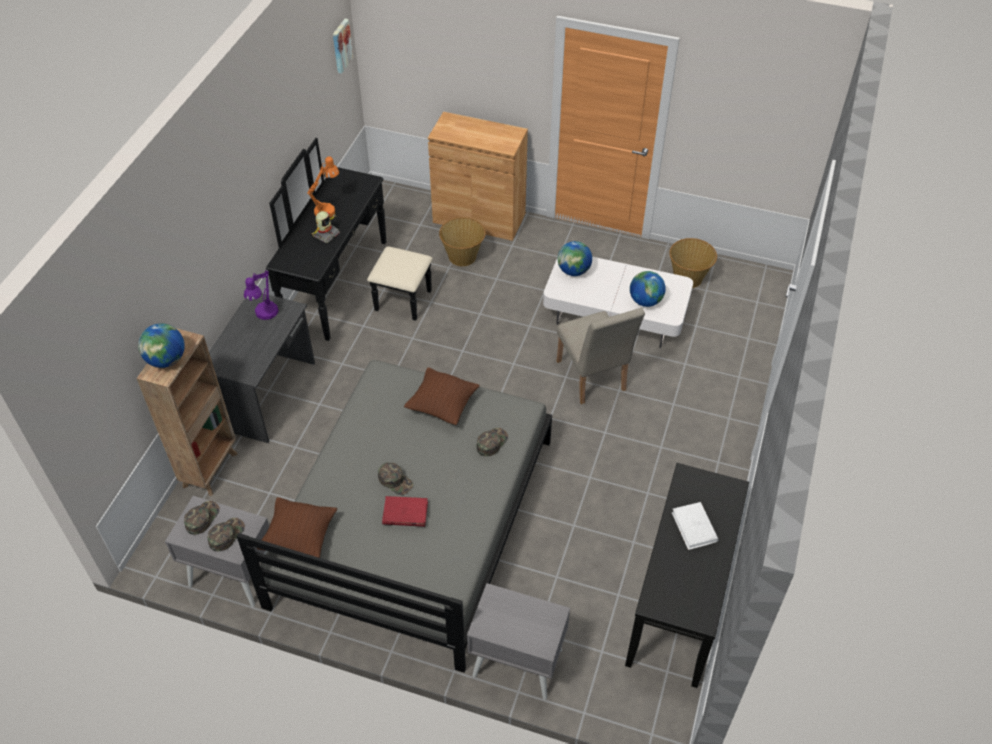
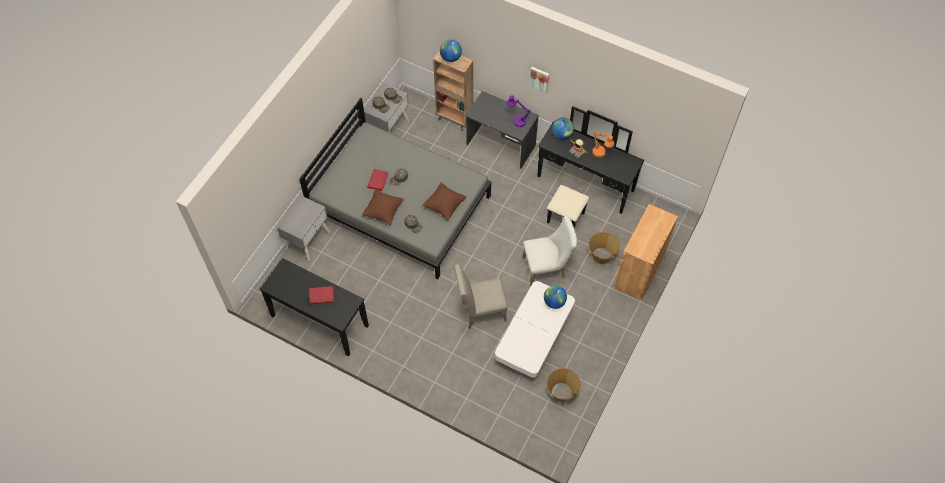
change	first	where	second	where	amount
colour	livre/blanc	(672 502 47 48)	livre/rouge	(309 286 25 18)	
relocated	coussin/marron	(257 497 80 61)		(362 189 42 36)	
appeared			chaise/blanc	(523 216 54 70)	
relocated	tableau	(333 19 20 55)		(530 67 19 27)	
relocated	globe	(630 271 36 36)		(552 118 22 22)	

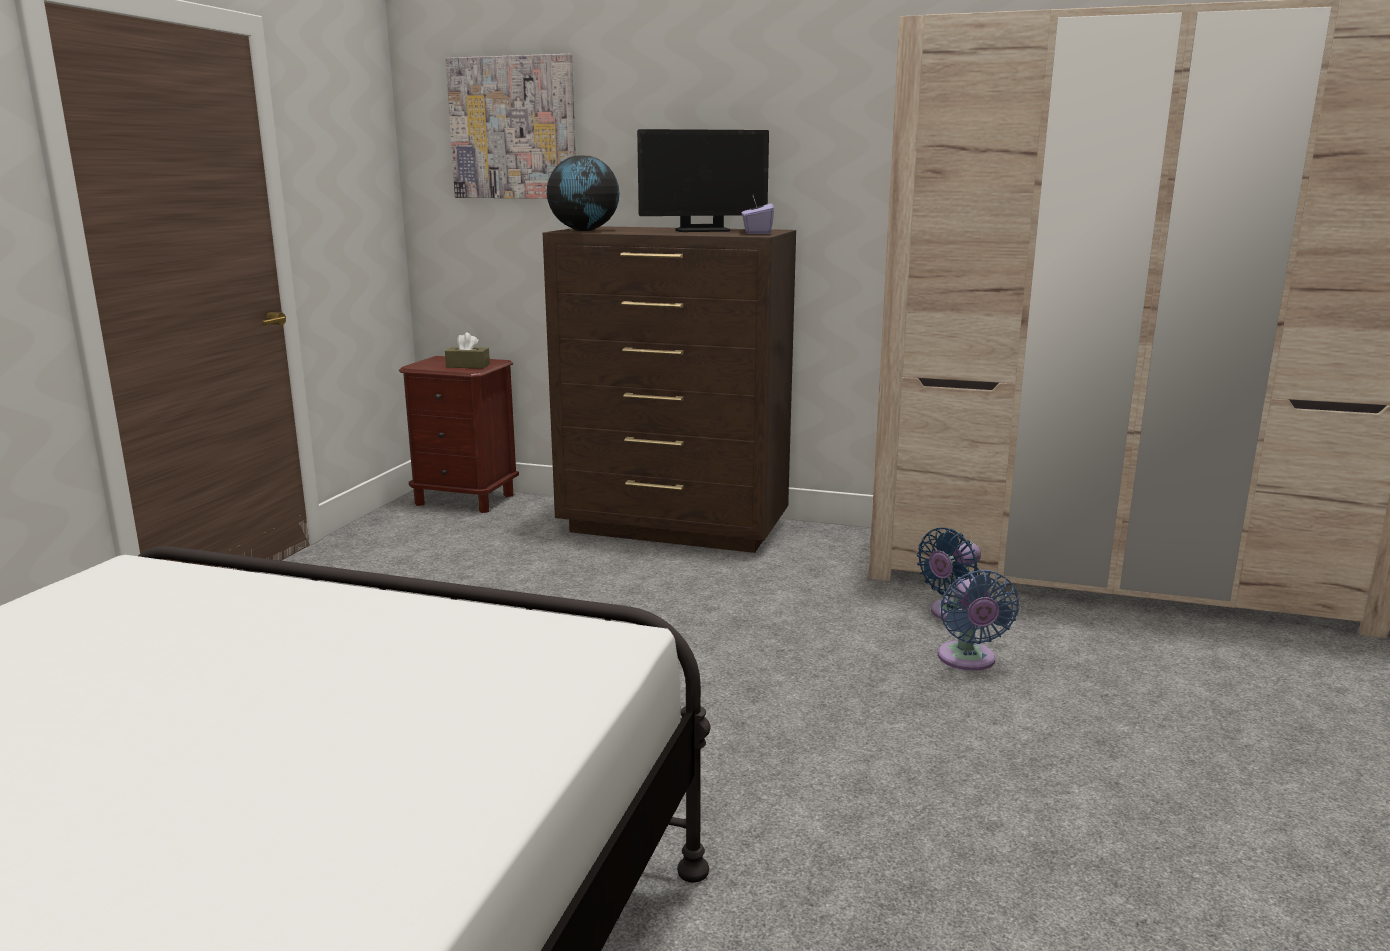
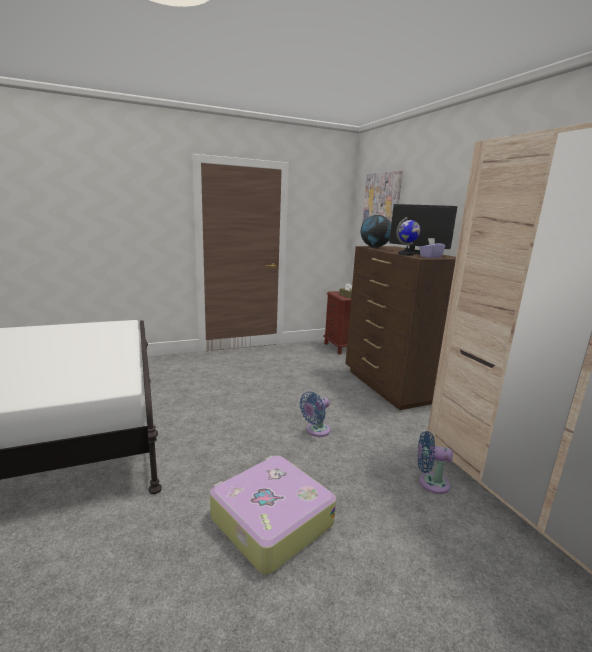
change	first	where	second	where	amount
appeared			valise	(210 456 126 119)	
relocated	ventilateur/bleu	(938 570 81 101)		(299 391 32 46)	
appeared			globe	(396 217 25 39)	

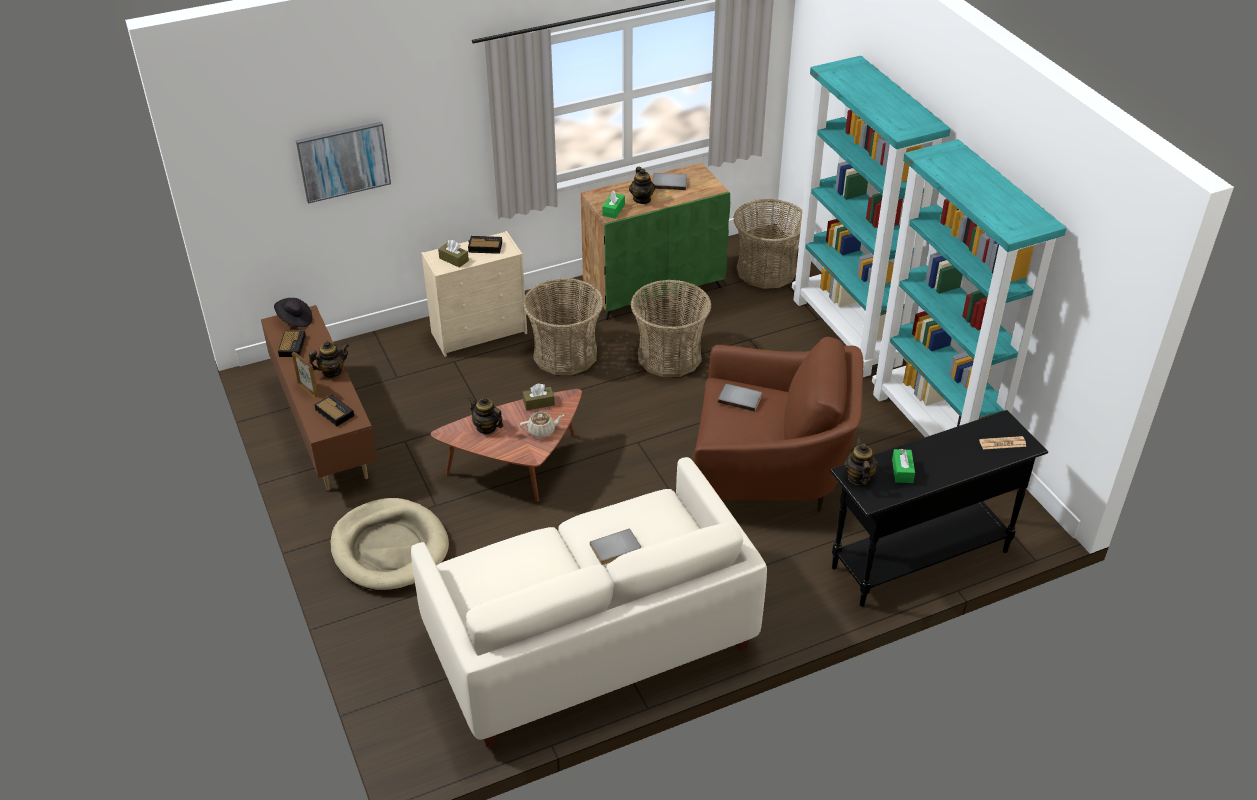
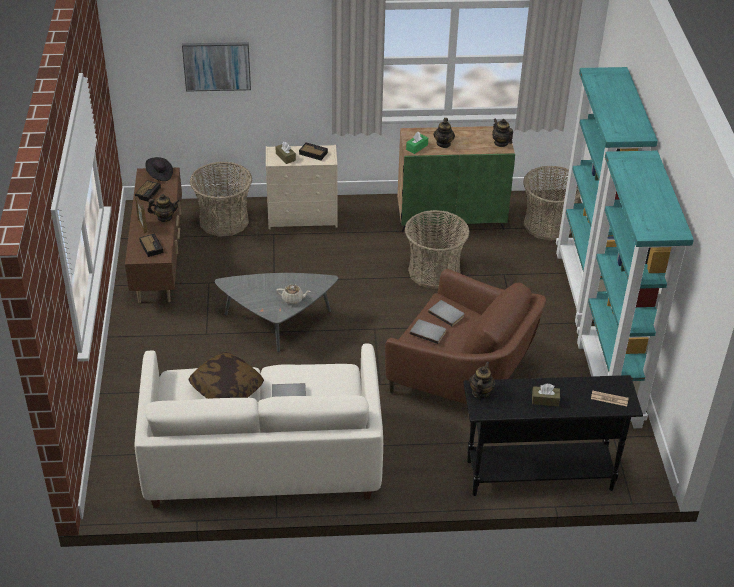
change	first	where	second	where	amount
appeared			coussin	(188 352 76 47)	
relocated	panier	(523 278 81 97)		(190 162 62 75)	
colour	table basse/marron	(431 389 151 113)	table basse/gris	(215 273 123 79)	
relocated	livre/gris	(652 173 35 17)		(410 319 36 25)	
relocated	théière	(468 397 35 37)		(492 118 21 29)	
relocated	boîte à mouchoirs/marron	(523 383 32 27)		(532 384 28 22)	
missing	panier pour chien/beige	(330 498 119 93)			
missing	boîte à mouchoirs/vert	(892 449 23 34)			

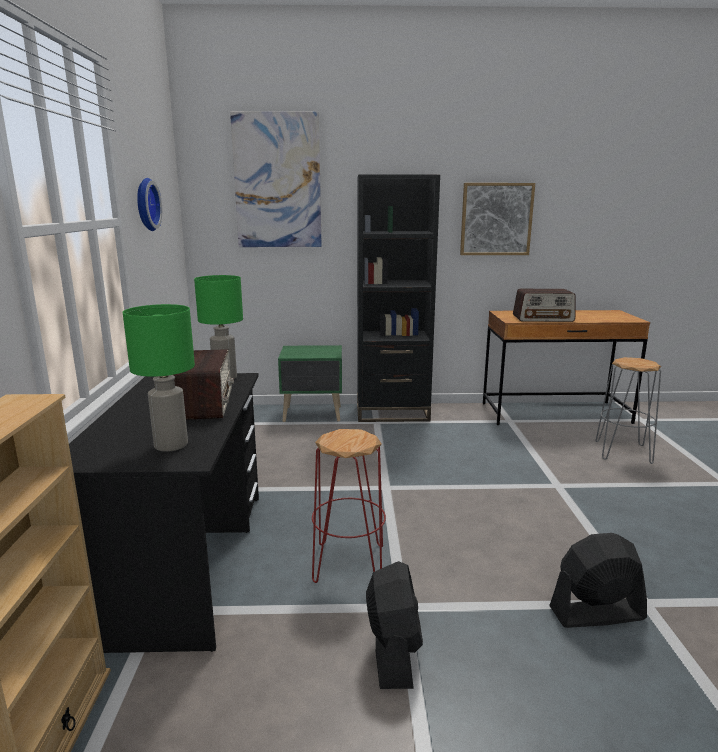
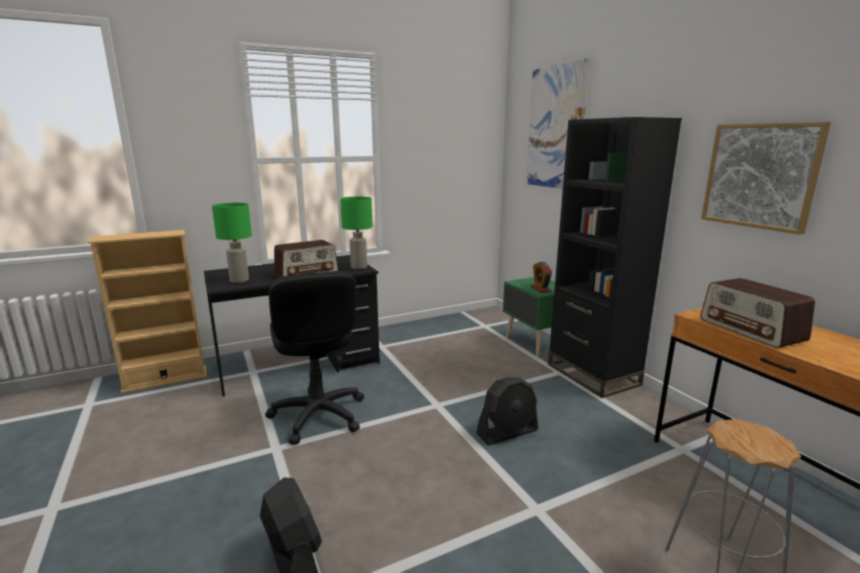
change	first	where	second	where	amount
exchanged	tabouret/rouge	(312 429 74 154)	chaise de bureau/noir	(265 271 99 174)	
relocated	ventilateur/noir	(366 561 57 128)		(476 377 62 68)	
appeared			réveil	(531 262 21 31)	
missing	horloge murale	(137 178 25 53)			

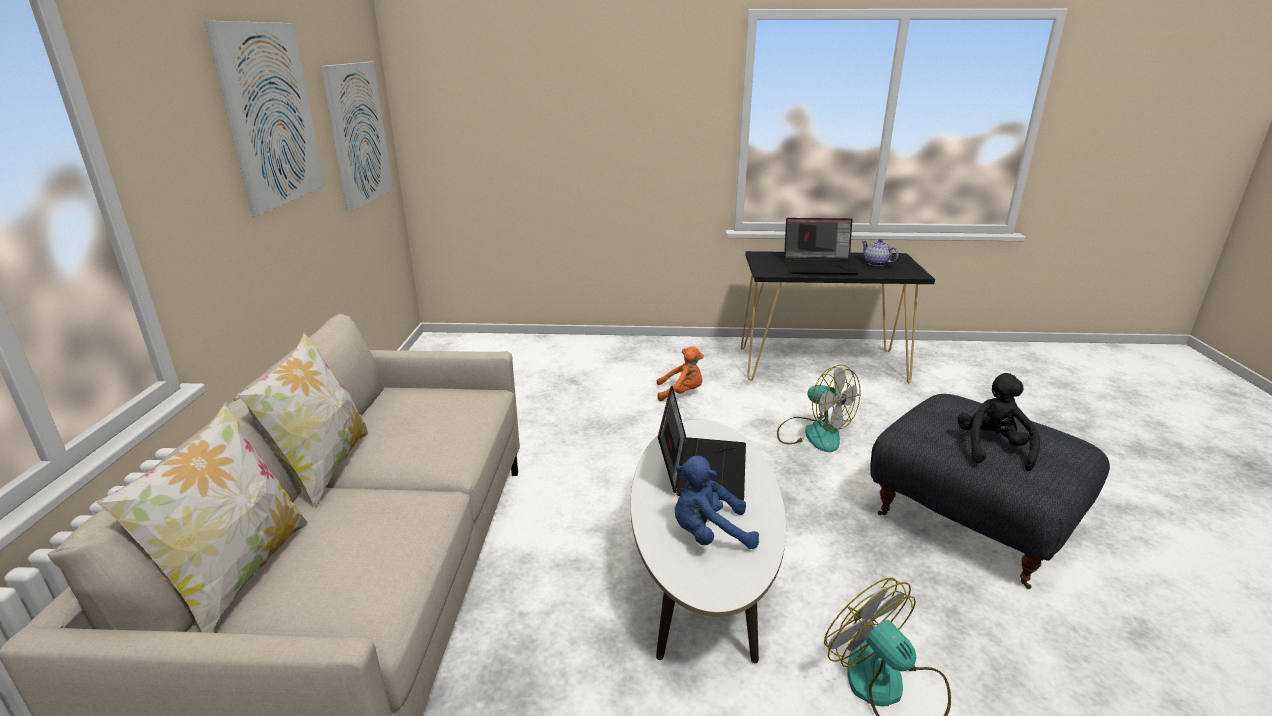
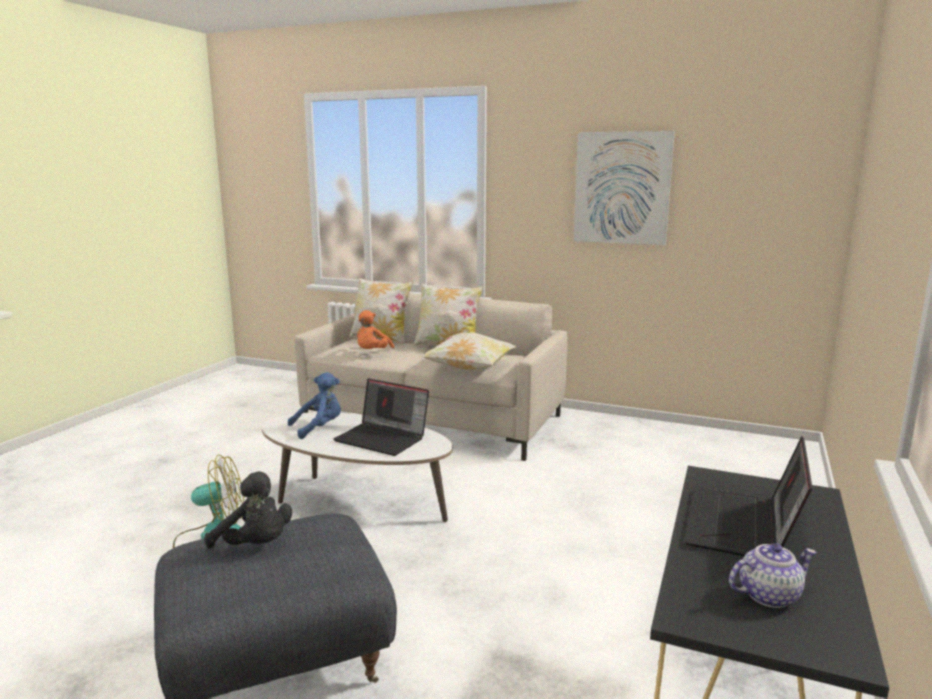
change	first	where	second	where	amount
spun	peluche/bleu	(675 456 84 93)		(288 372 53 67)	45 degrees clockwise
relocated	peluche/orange	(657 346 47 55)		(357 310 37 39)	
appeared			coussin	(421 332 96 38)	
missing	tableau	(321 62 72 151)			
missing	ventilateur	(777 365 83 87)			

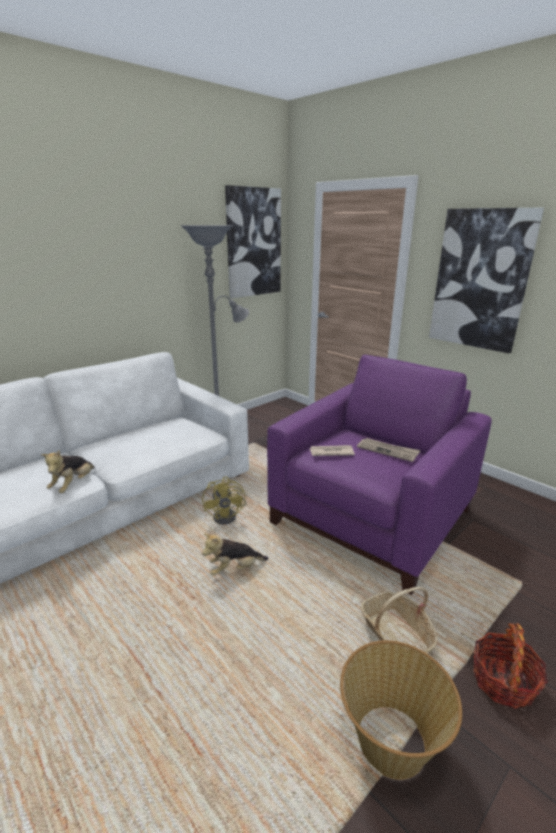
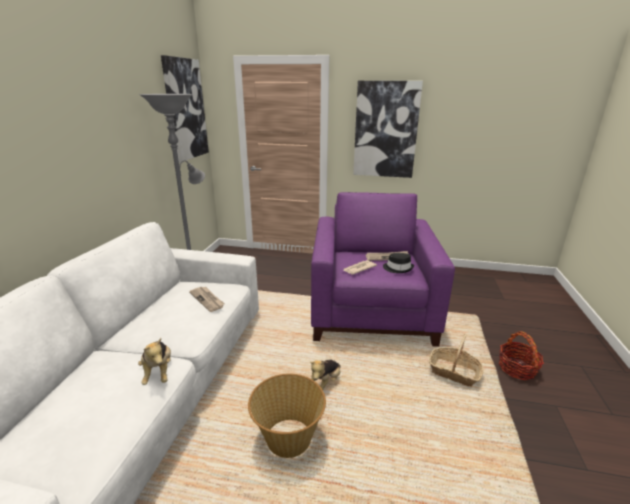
change	first	where	second	where	amount
appeared			journal	(189 287 36 25)	
relocated	panier	(340 640 122 140)		(248 374 78 84)	
appeared			chapeau/noir	(383 253 31 20)	
missing	ventilateur/jaune	(202 476 45 48)			

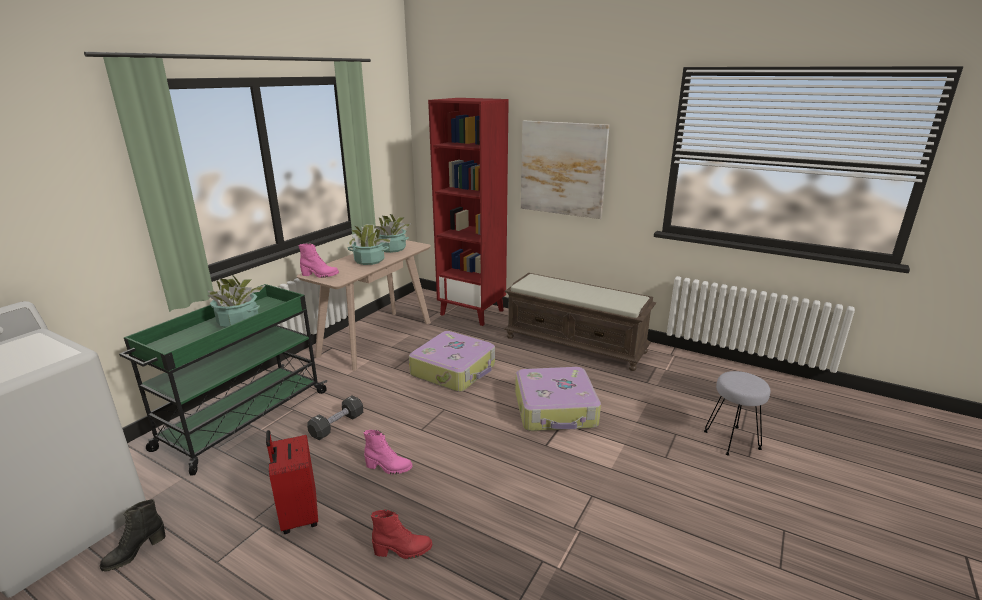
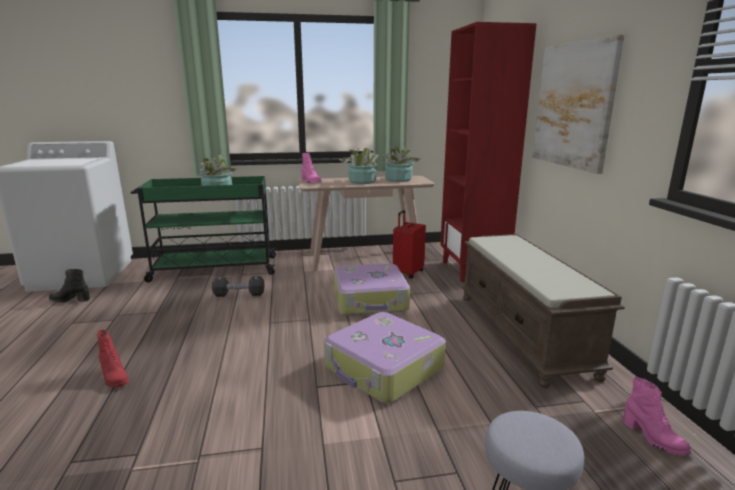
change	first	where	second	where	amount
relocated	valise/rouge	(266 430 52 104)		(393 210 33 69)	
relocated	botte/rose	(364 430 49 45)		(623 377 68 79)	

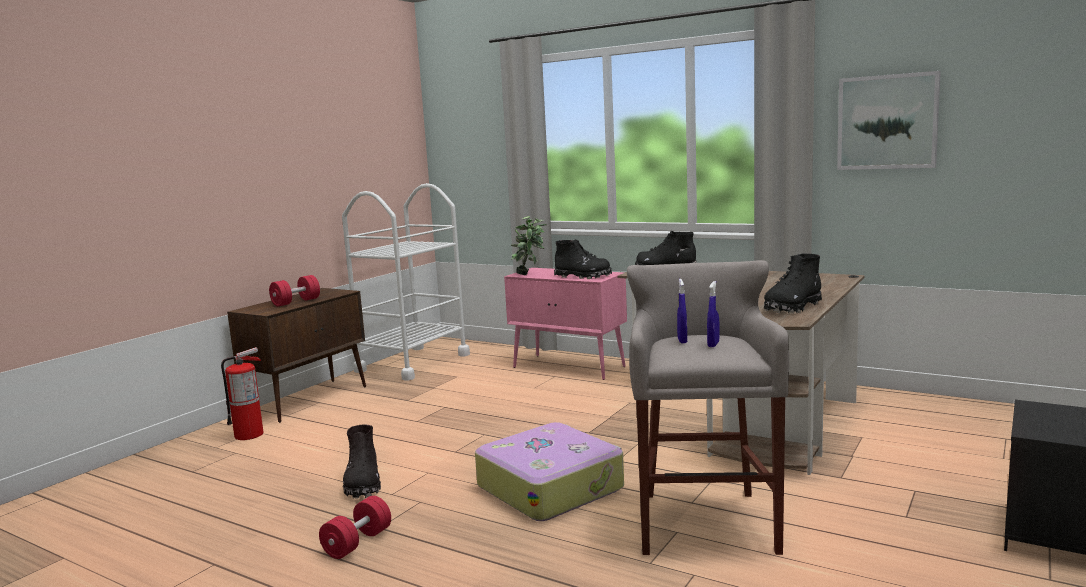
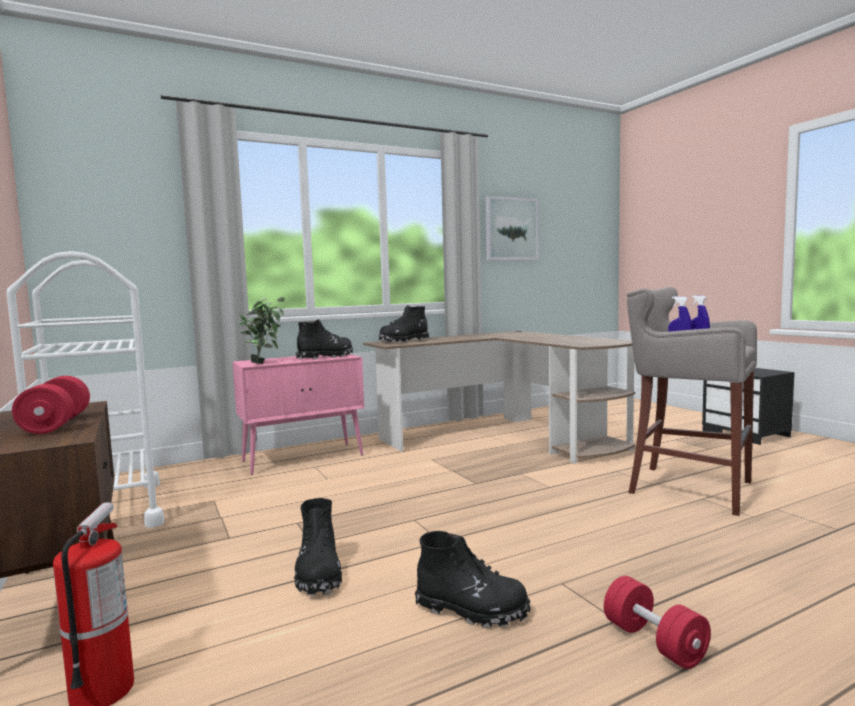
change	first	where	second	where	amount
relocated	botte/noir	(764 254 58 59)		(294 498 48 98)	
missing	valise	(475 422 149 99)			

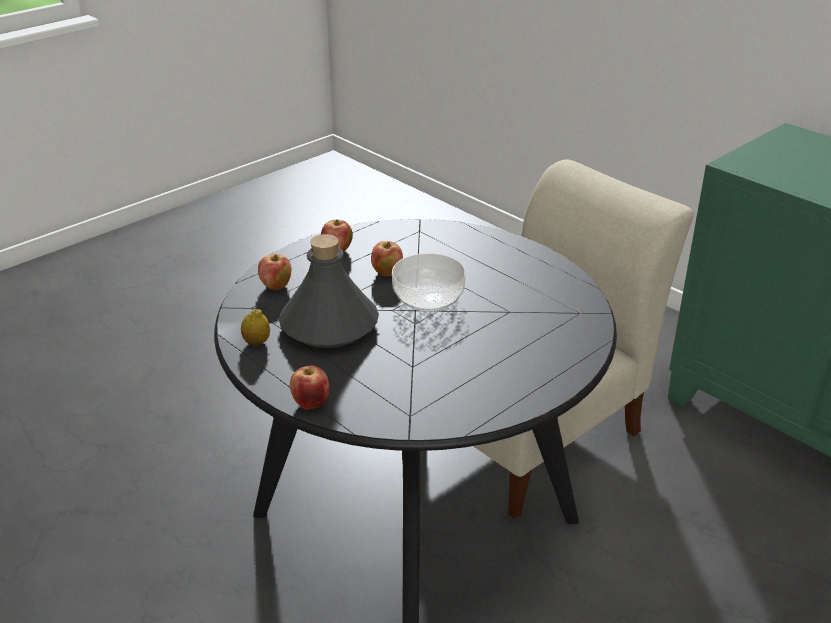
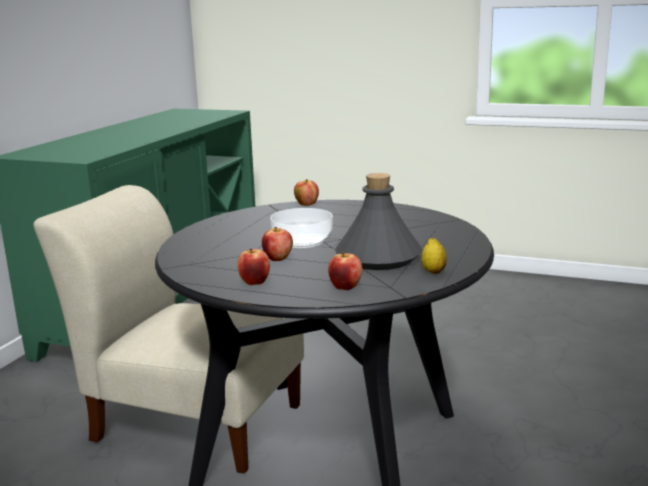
change	first	where	second	where	amount
relocated	pomme	(290 366 39 43)		(294 179 25 27)	

